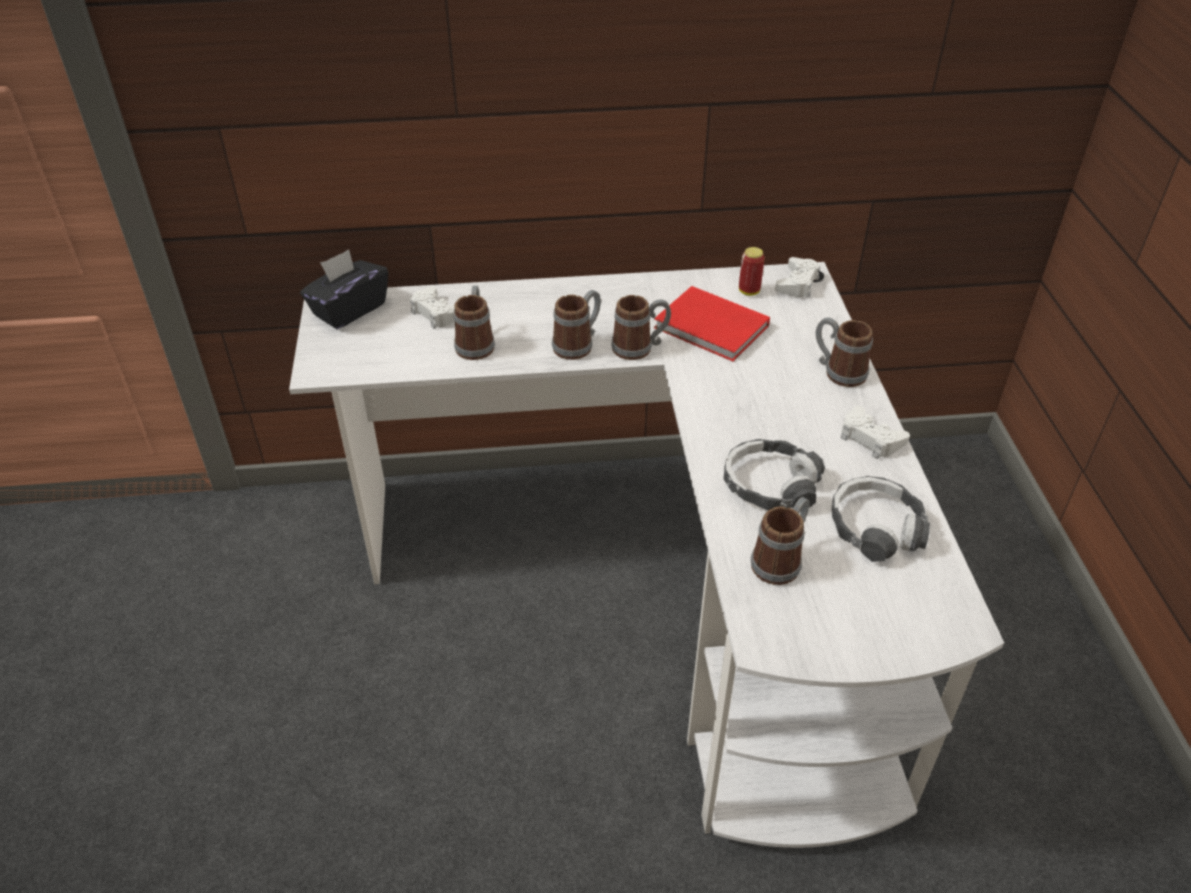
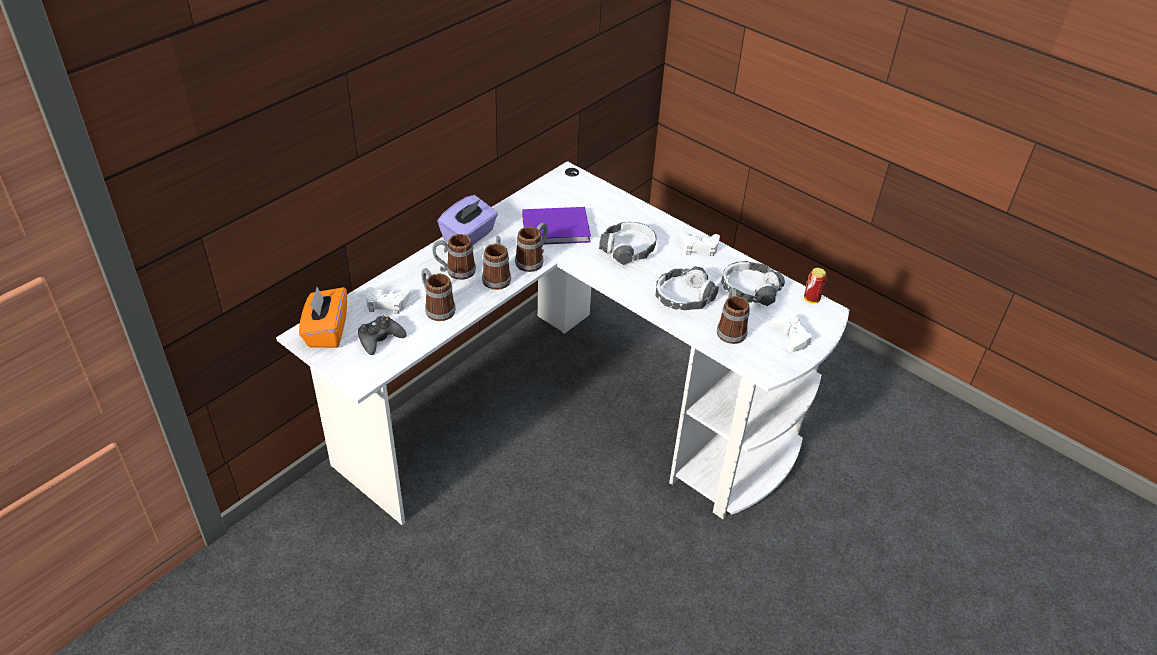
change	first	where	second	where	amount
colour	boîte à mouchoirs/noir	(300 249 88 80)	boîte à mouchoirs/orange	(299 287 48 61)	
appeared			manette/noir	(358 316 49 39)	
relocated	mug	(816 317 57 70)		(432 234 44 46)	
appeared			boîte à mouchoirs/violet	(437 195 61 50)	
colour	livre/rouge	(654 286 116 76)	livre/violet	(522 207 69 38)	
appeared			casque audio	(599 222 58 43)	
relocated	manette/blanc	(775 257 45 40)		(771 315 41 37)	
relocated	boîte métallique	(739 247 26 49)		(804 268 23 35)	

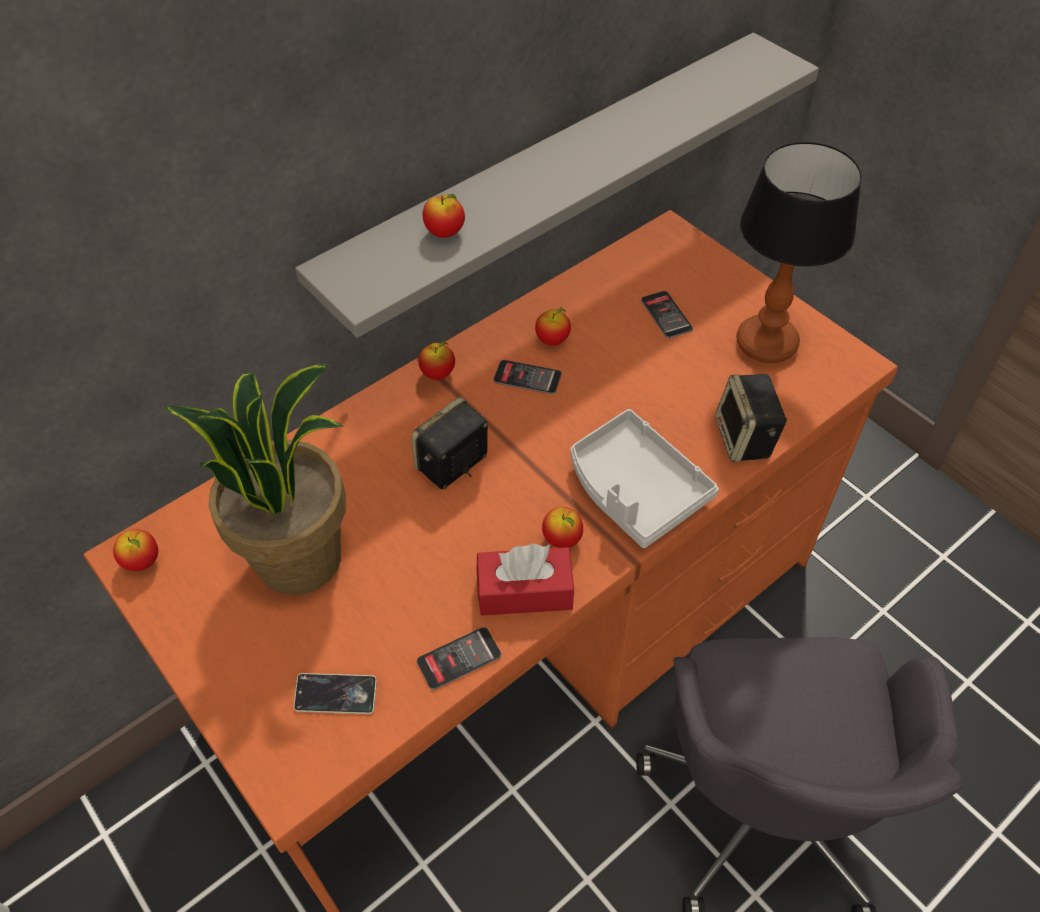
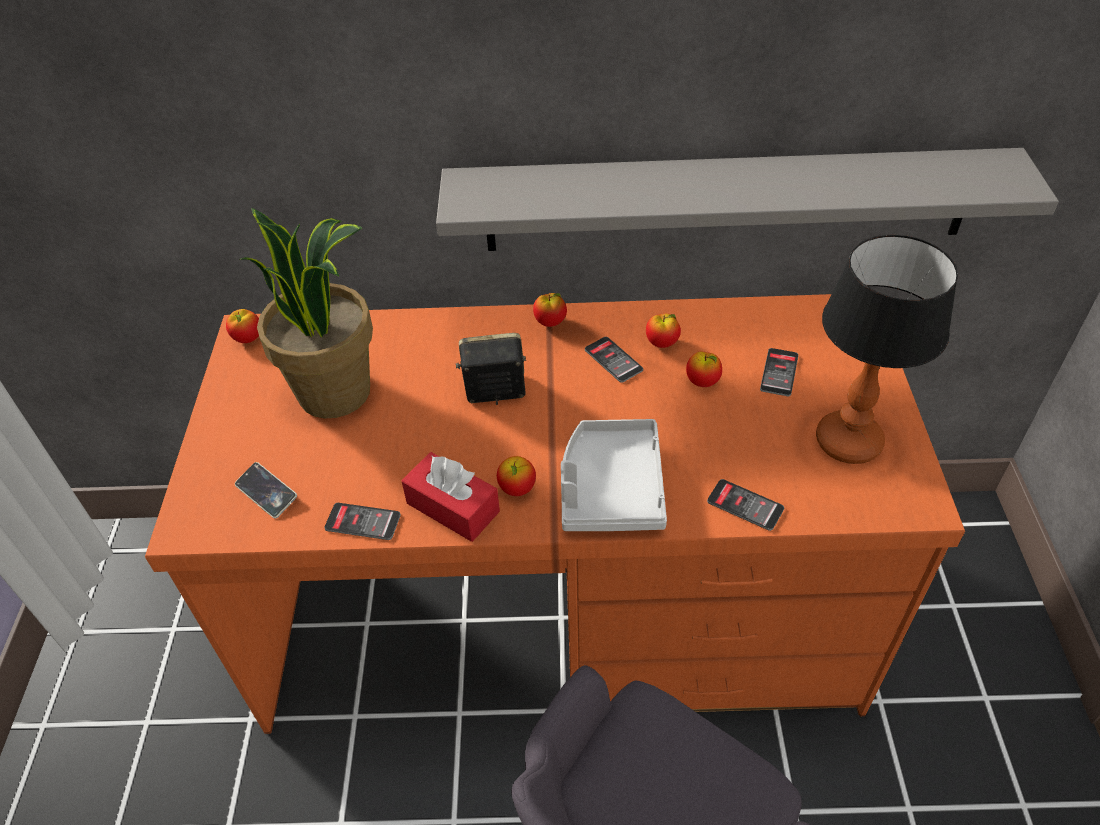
change	first	where	second	where	amount
relocated	pomme	(423 194 42 44)		(686 351 36 36)	
exchanged	enceinte	(715 374 72 88)	téléphone	(707 479 77 52)	

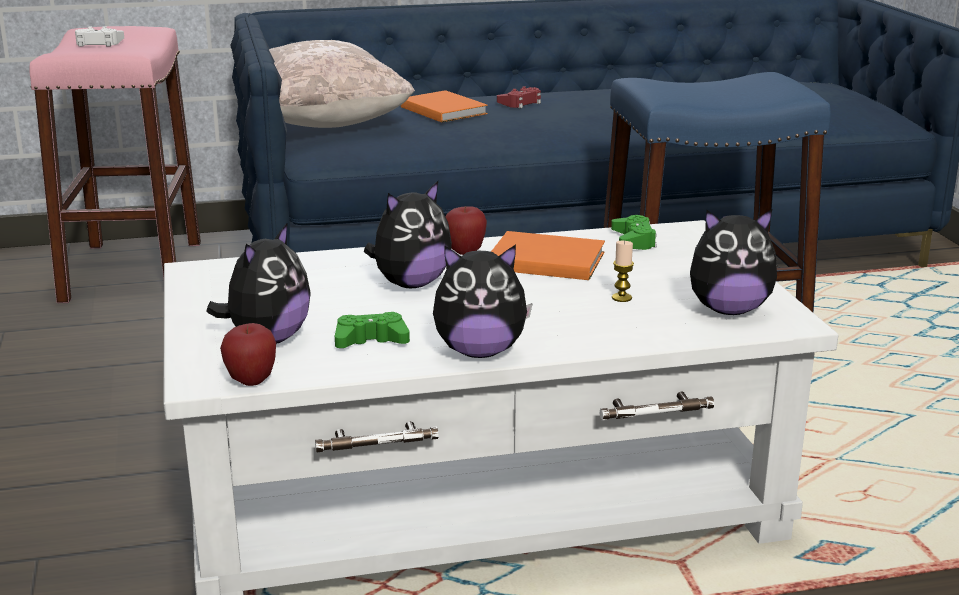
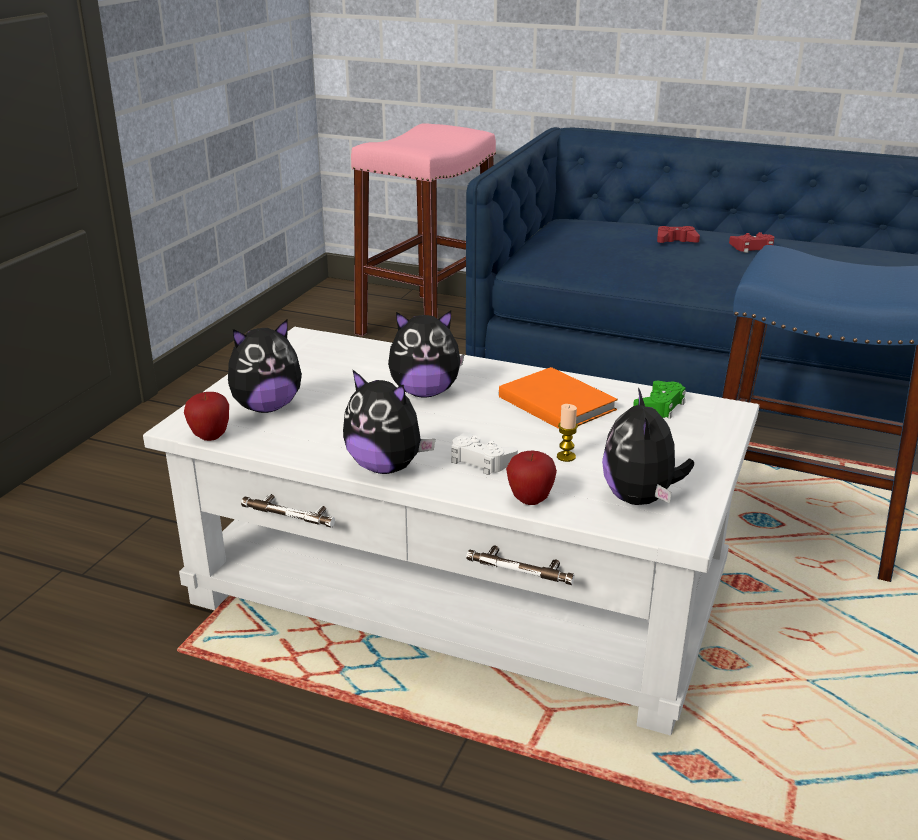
change	first	where	second	where	amount
relocated	manette/blanc	(75 26 49 21)		(451 432 67 43)	
relocated	pomme	(445 206 42 49)		(506 450 51 55)	
spun	peluche	(690 209 87 106)		(602 388 92 117)	60 degrees clockwise
exchanged	livre/orange	(401 90 87 33)	manette/rouge	(657 226 43 17)	
missing	coussin/beige	(269 40 146 88)			
missing	manette/vert	(335 312 75 36)			

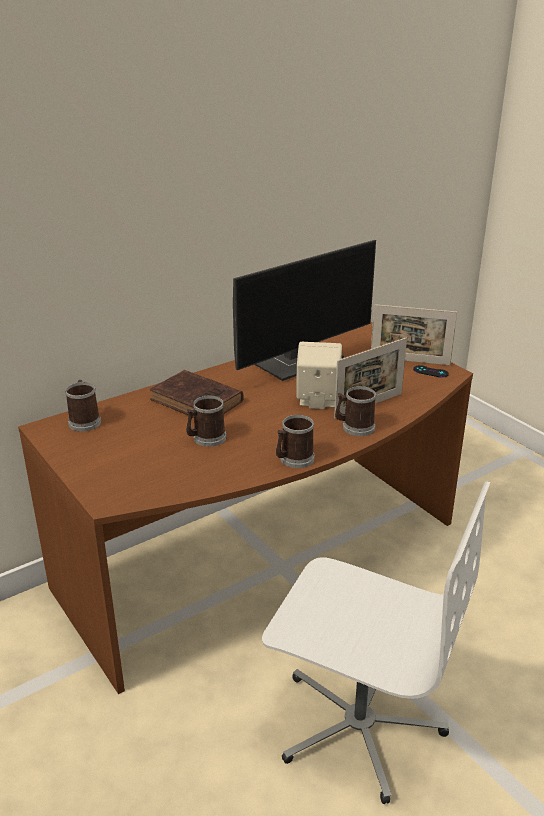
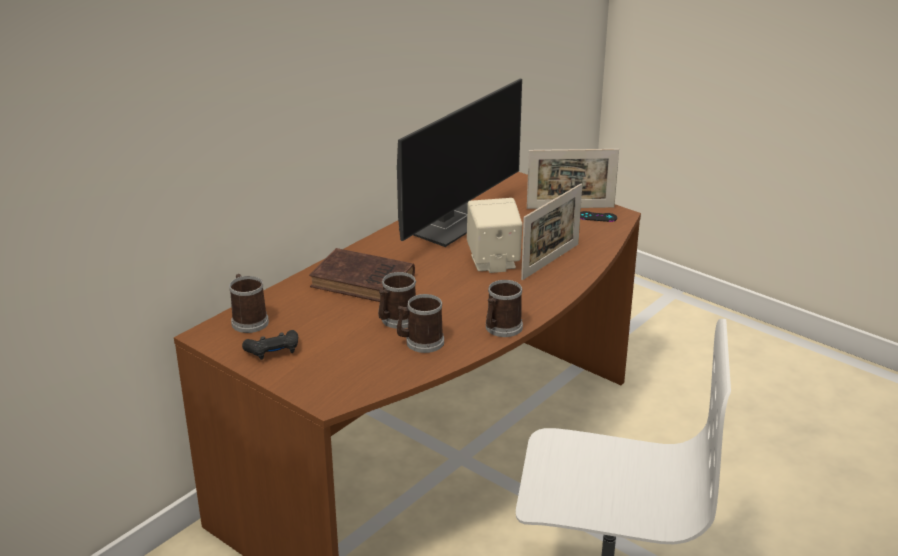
change	first	where	second	where	amount
appeared			manette/noir	(242 330 56 30)	
relocated	mug	(335 386 41 50)		(397 294 47 59)	

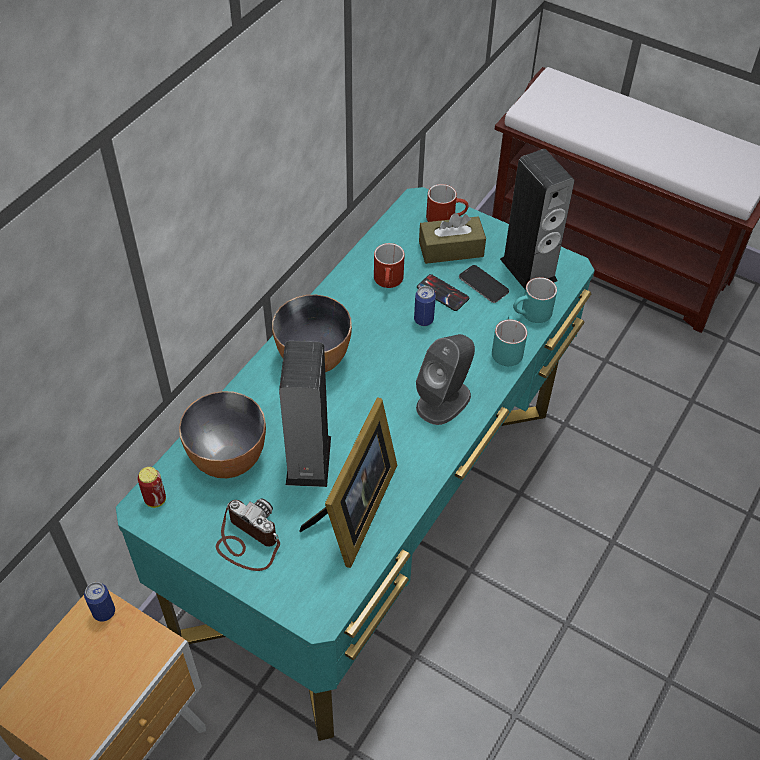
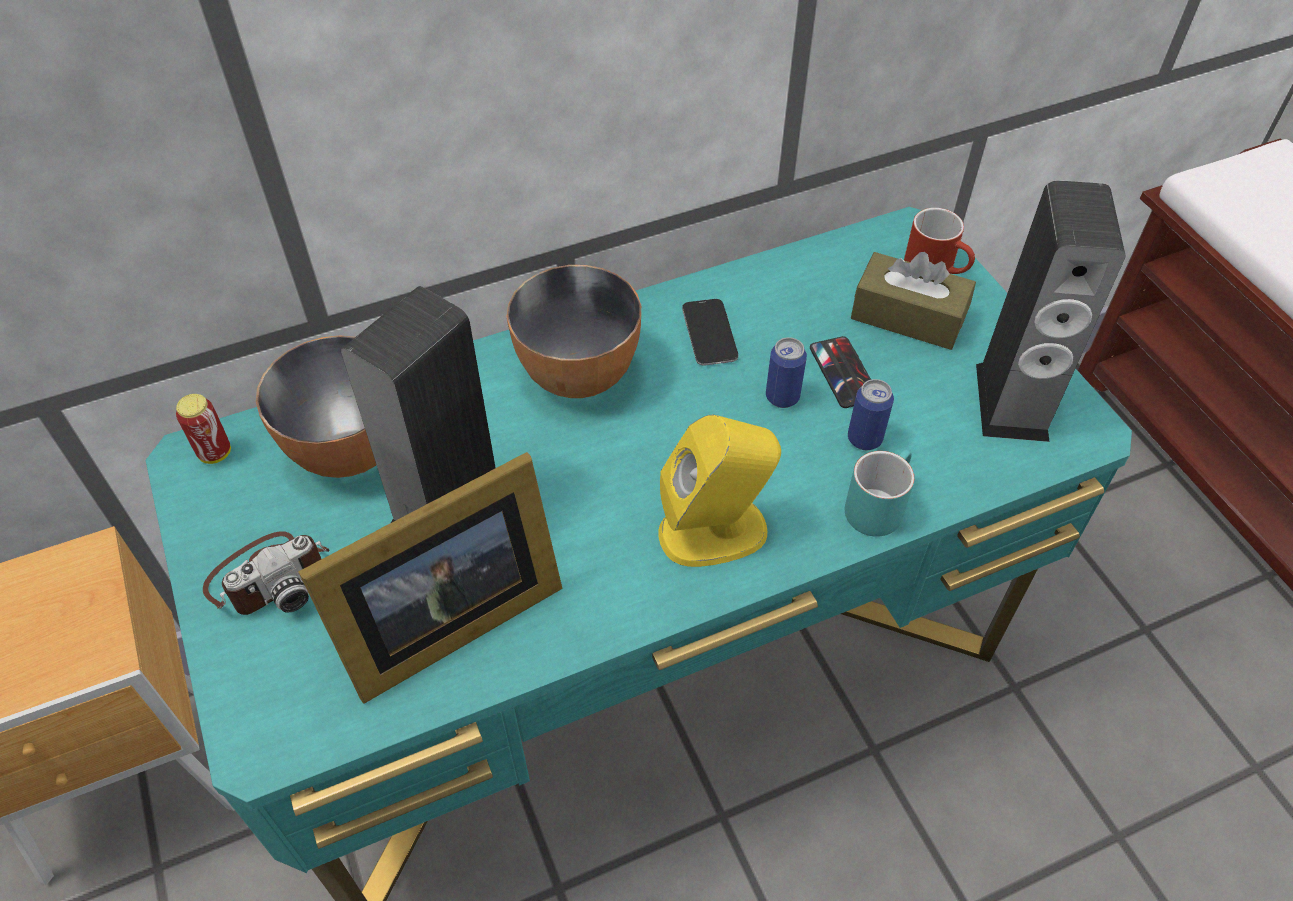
change	first	where	second	where	amount
spun	appareil photo	(216 498 64 73)		(203 531 126 84)	75 degrees clockwise
colour	enceinte/gris	(416 334 59 91)	enceinte/jaune	(658 415 123 152)	
relocated	téléphone	(459 265 50 38)		(682 299 56 67)	
relocated	boîte métallique	(84 582 31 40)		(848 379 46 71)	
missing	mug/rouge	(374 243 31 45)			
missing	mug/turquoise	(513 277 44 46)			

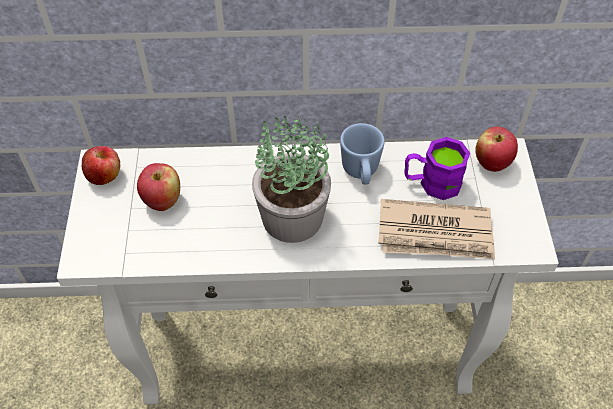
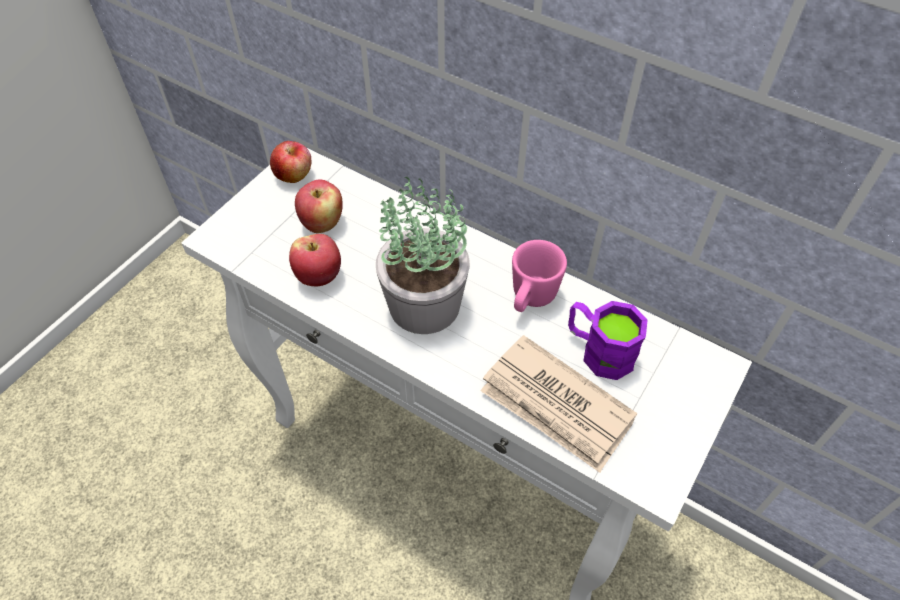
change	first	where	second	where	amount
relocated	pomme	(475 127 43 45)		(289 234 52 52)	
colour	mug/bleu	(340 123 45 62)	mug/rose	(512 240 55 72)	

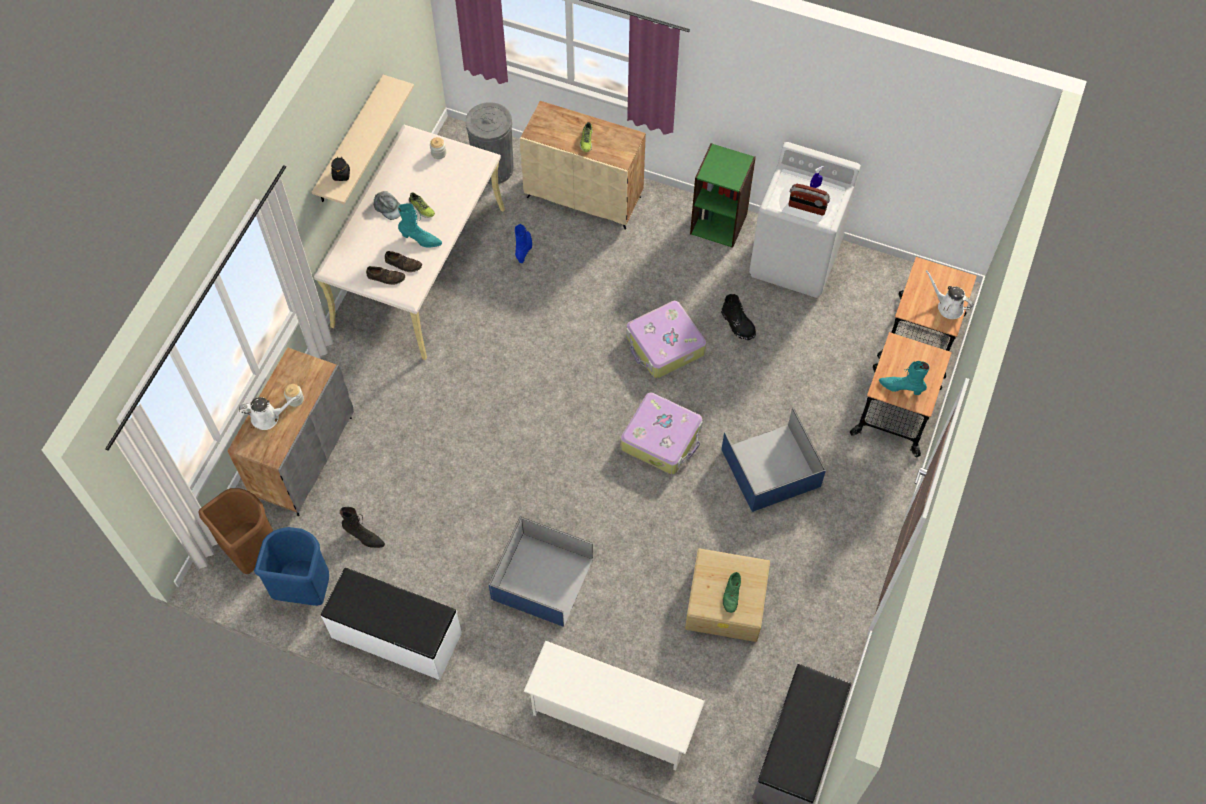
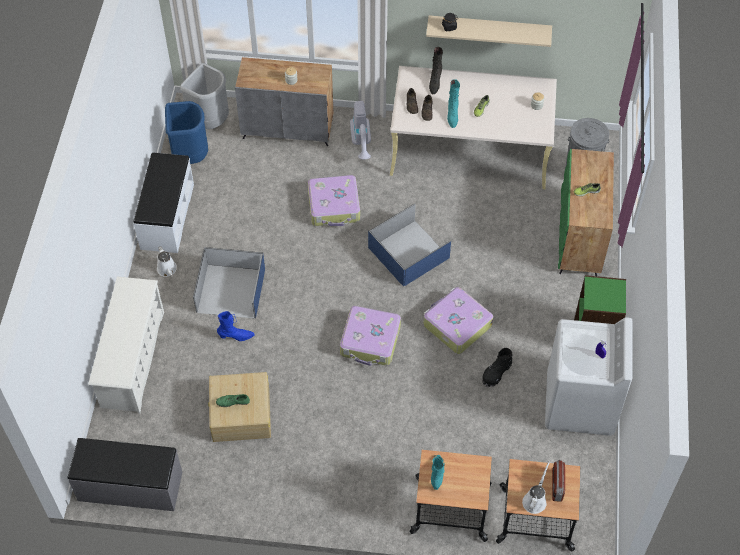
change	first	where	second	where	amount
relocated	arrosoir/blanc	(239 396 59 34)		(157 246 20 31)	
colour	poubelle/marron	(199 488 74 86)	poubelle/gris	(180 63 49 66)	
relocated	botte/bleu	(515 224 17 39)		(217 311 38 30)	
appeared			valise	(308 175 52 51)	
appeared			aspirateur	(350 101 21 58)	
relocated	boîte de rangement/bleu	(721 408 105 104)		(368 204 83 83)	
relocated	botte/noir	(340 507 45 41)		(429 47 14 47)	
relocated	radio	(789 184 41 32)		(552 460 13 42)	
colour	meuble de rangement/beige	(520 101 126 129)	meuble de rangement/vert	(558 149 56 127)	
missing	casquette/gris	(374 191 27 29)			

